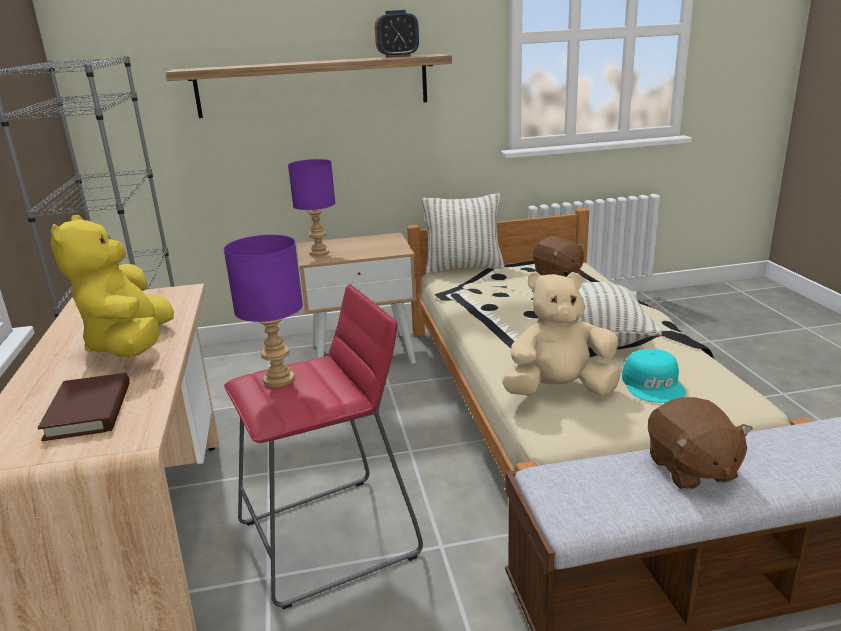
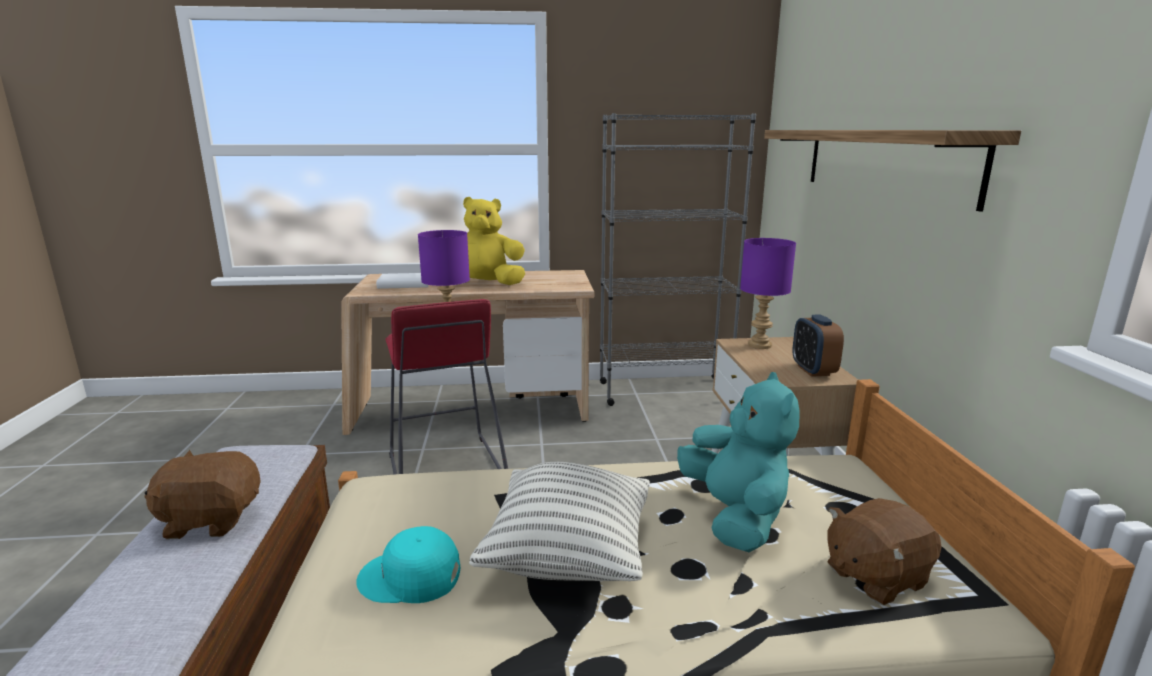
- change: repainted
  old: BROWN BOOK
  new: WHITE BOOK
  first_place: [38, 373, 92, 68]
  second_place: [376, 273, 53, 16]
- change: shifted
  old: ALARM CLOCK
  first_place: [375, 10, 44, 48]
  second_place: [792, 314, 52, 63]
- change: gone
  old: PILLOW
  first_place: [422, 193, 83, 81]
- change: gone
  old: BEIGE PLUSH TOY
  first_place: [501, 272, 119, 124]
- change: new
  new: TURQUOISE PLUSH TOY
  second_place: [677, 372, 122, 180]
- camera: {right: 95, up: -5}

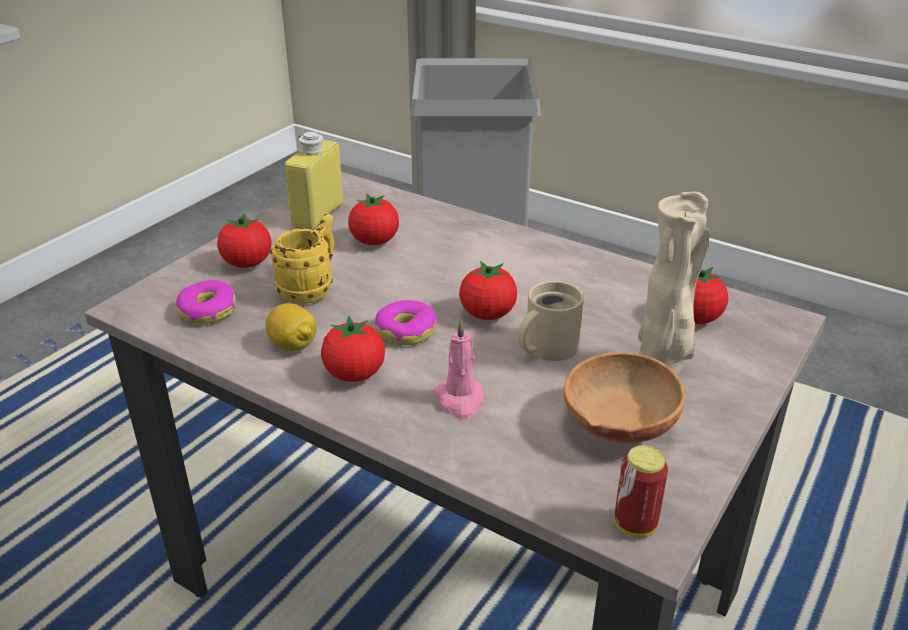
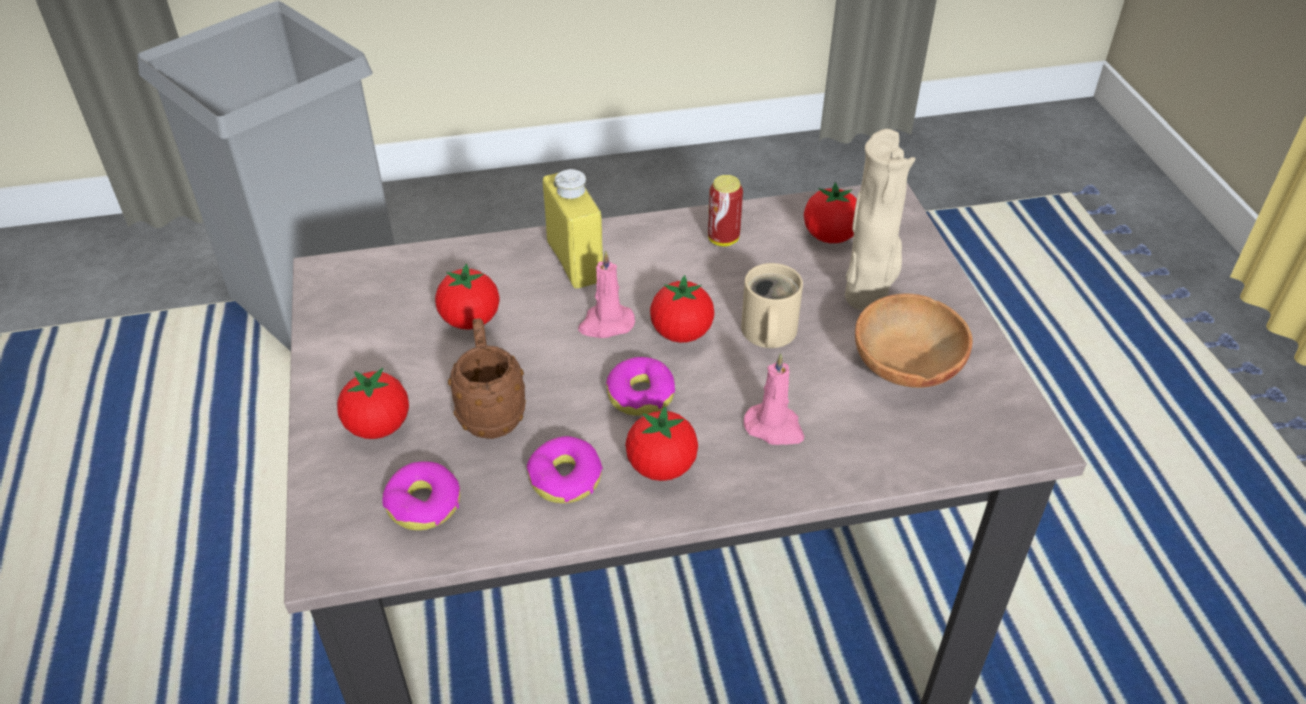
- change: swapped
  old: LEMON
  new: DONUT
  first_place: [265, 303, 51, 48]
  second_place: [527, 436, 76, 67]
- change: repainted
  old: YELLOW MUG
  new: BROWN MUG
  first_place: [270, 214, 64, 90]
  second_place: [448, 318, 78, 121]
- change: shifted
  old: YELLOW BOTTLE
  first_place: [285, 132, 59, 98]
  second_place: [543, 169, 60, 120]
- change: shifted
  old: CAN
  first_place: [615, 445, 53, 92]
  second_place: [708, 175, 35, 71]
- change: new
  new: PINK CANDLE
  second_place: [578, 250, 57, 88]
- camera: {right: -45, up: 10}

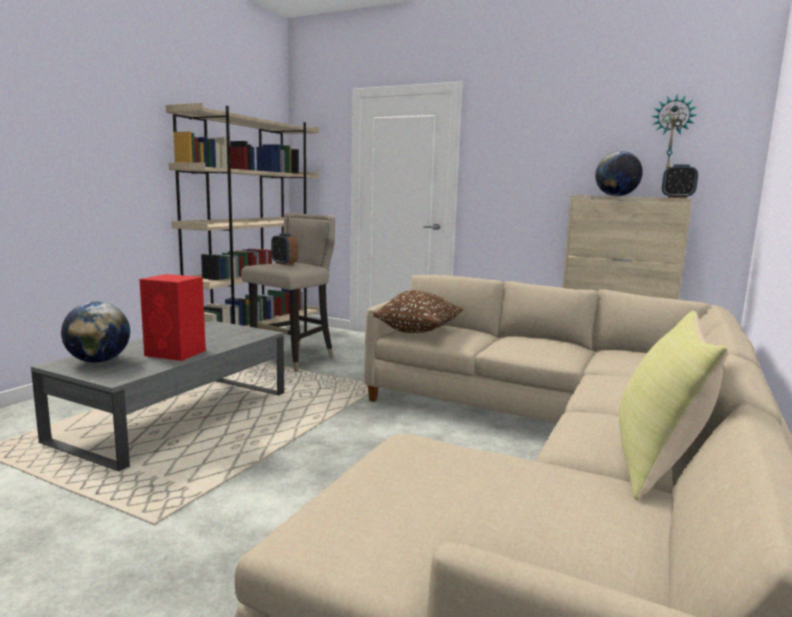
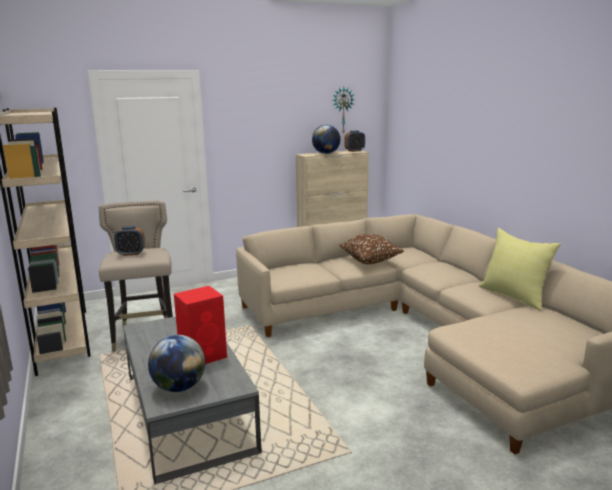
- change: shifted
  old: BROWN PILLOW
  first_place: [372, 290, 91, 43]
  second_place: [339, 234, 65, 30]
- camera: {right: -50, up: 5}

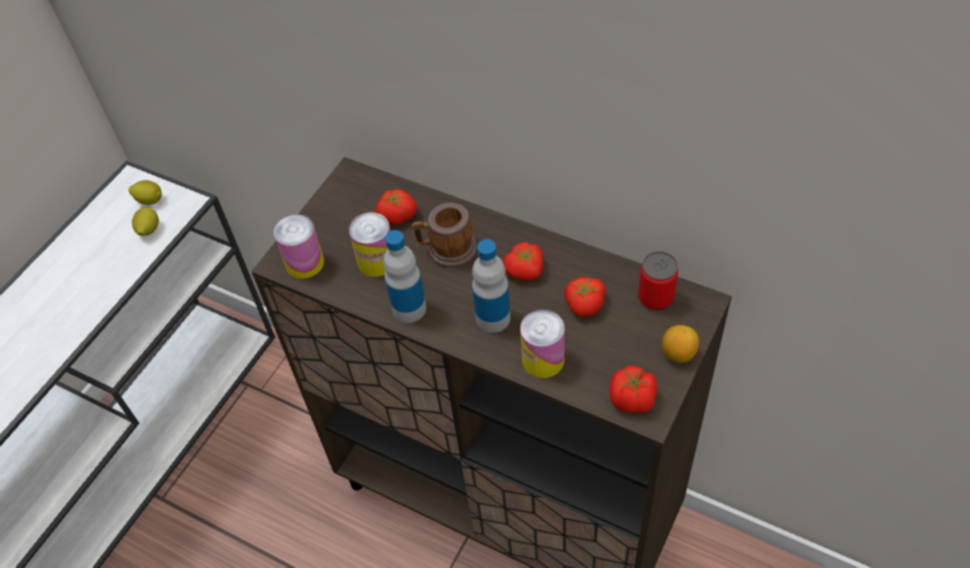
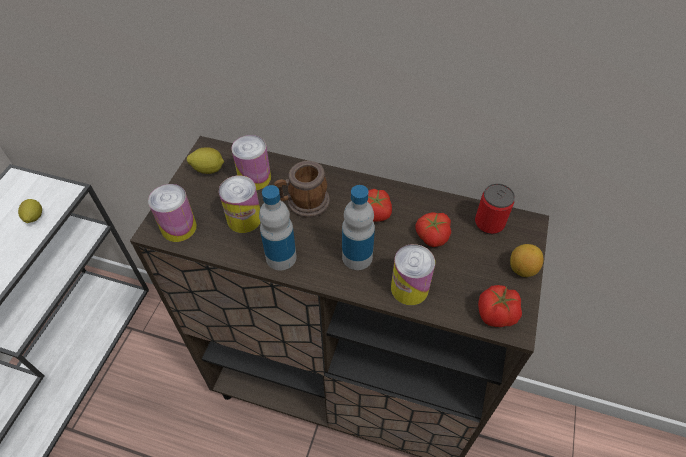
- change: shifted
  old: LEMON
  first_place: [128, 180, 34, 25]
  second_place: [187, 147, 37, 27]
- change: swapped
  old: TOMATO
  new: CAN
  first_place: [375, 189, 42, 36]
  second_place: [231, 135, 40, 55]
- camera: {right: -15, up: 0}

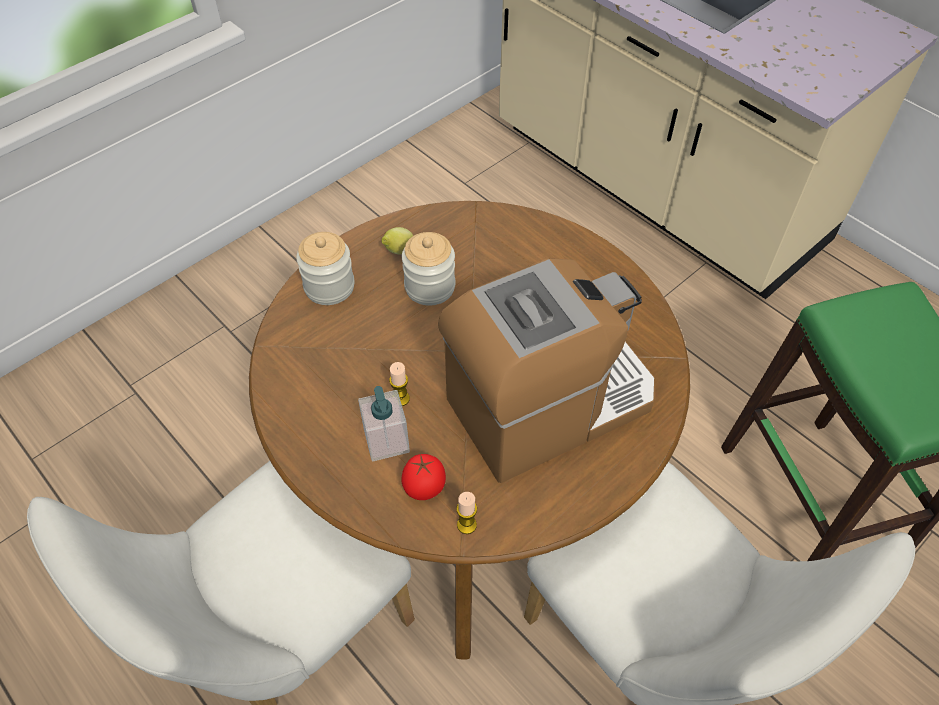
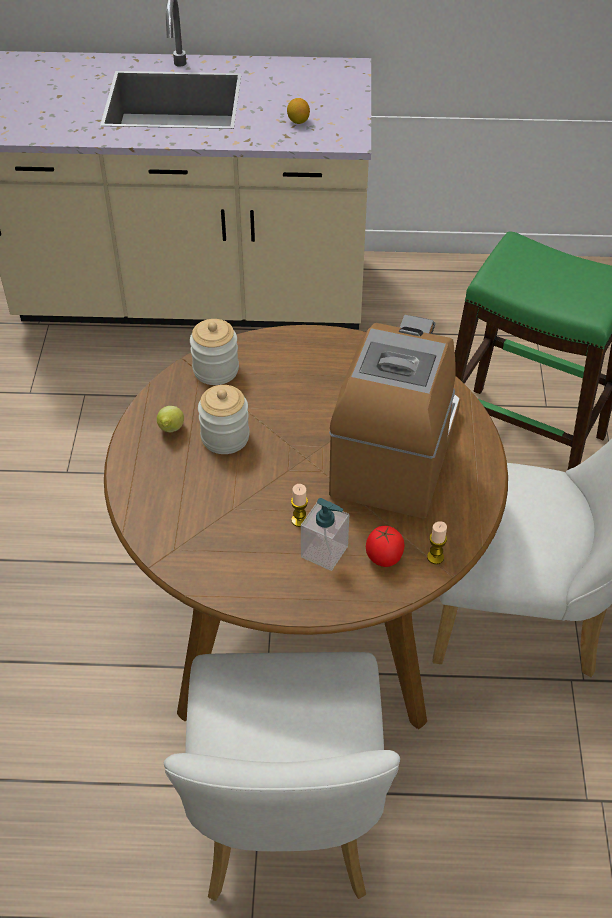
- change: shifted
  old: JAR
  first_place: [296, 232, 59, 73]
  second_place: [190, 319, 49, 66]
- change: new
  new: LEMON
  second_place: [287, 98, 23, 26]
- camera: {right: -45, up: -5}

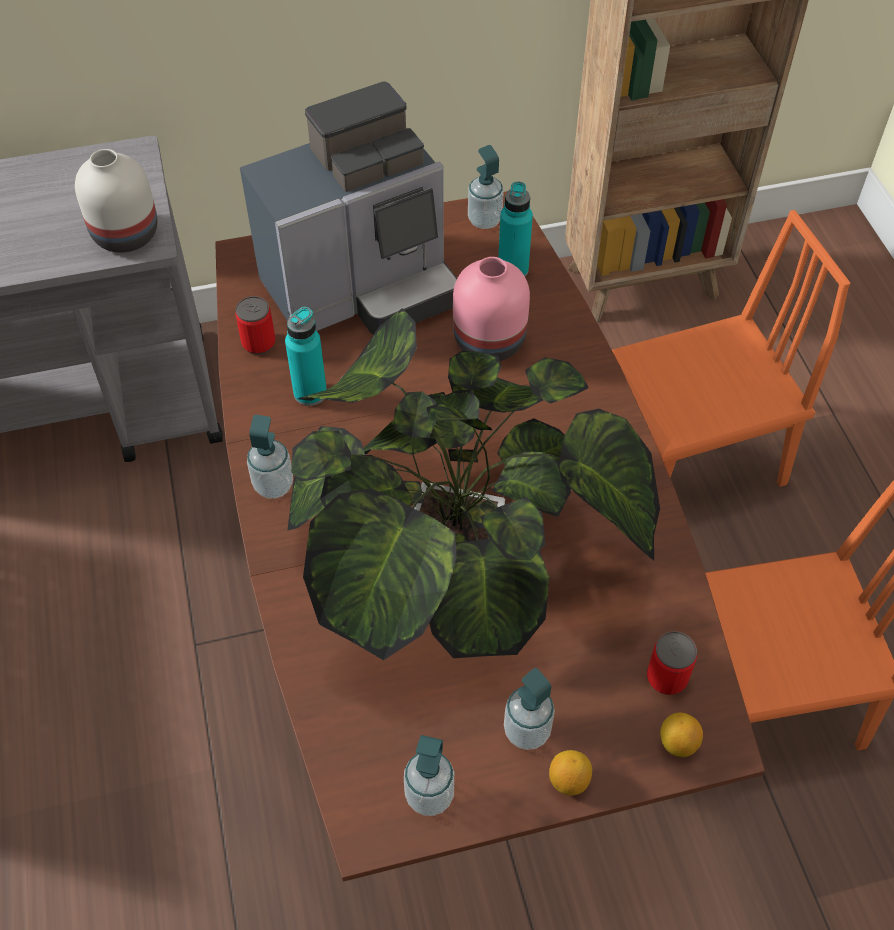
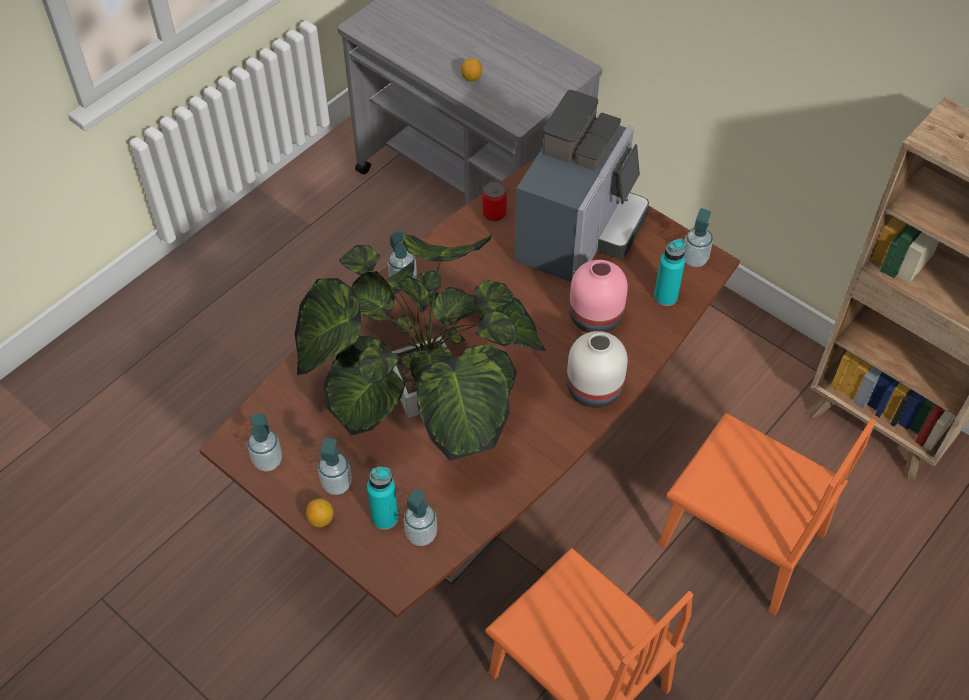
- change: shifted
  old: WHITE VASE
  first_place: [75, 149, 83, 104]
  second_place: [567, 331, 61, 77]
- change: rotated
  old: COFFEE MACHINE
  first_place: [240, 81, 217, 254]
  second_place: [514, 90, 135, 192]
  degrees: -90
- change: shifted
  old: TURQUOISE BOTTLE
  first_place: [285, 307, 42, 99]
  second_place: [367, 467, 32, 63]
- change: swapped
  old: CAN
  new: SOAP DISPENSER
  first_place: [647, 631, 50, 64]
  second_place: [404, 488, 33, 58]
- change: shifted
  old: LEMON
  first_place: [660, 712, 43, 45]
  second_place: [461, 58, 21, 24]
- camera: {right: 55, up: 0}

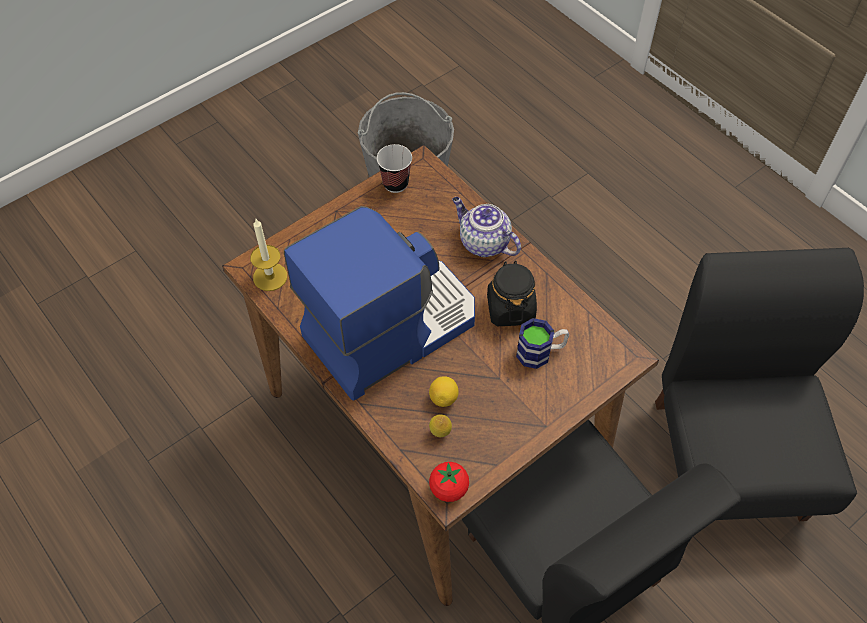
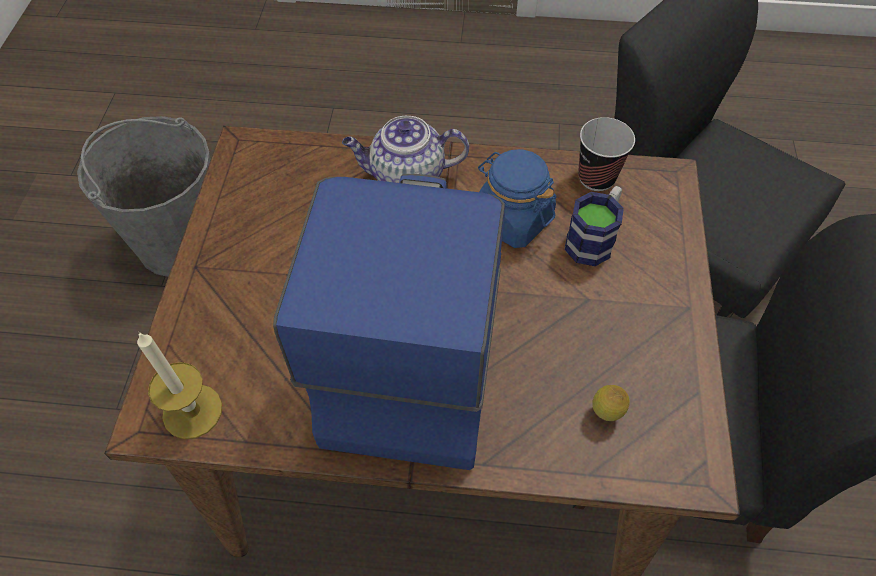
- change: shifted
  old: CUP
  first_place: [377, 144, 35, 49]
  second_place: [578, 117, 57, 74]
- change: gone
  old: LEMON
  first_place: [429, 376, 30, 31]
- change: gone
  old: TOMATO
  first_place: [429, 462, 40, 40]
- change: repainted
  old: BLACK JAR
  new: BLUE JAR
  first_place: [487, 261, 50, 65]
  second_place: [478, 149, 78, 99]
- camera: {right: -45, up: 0}

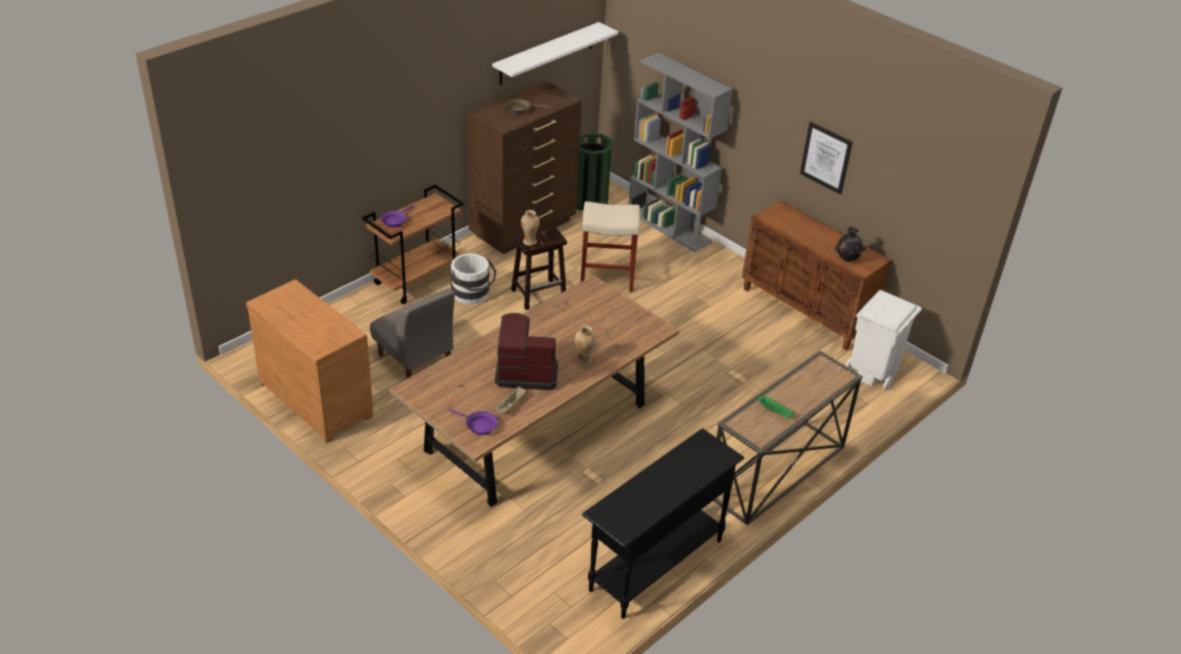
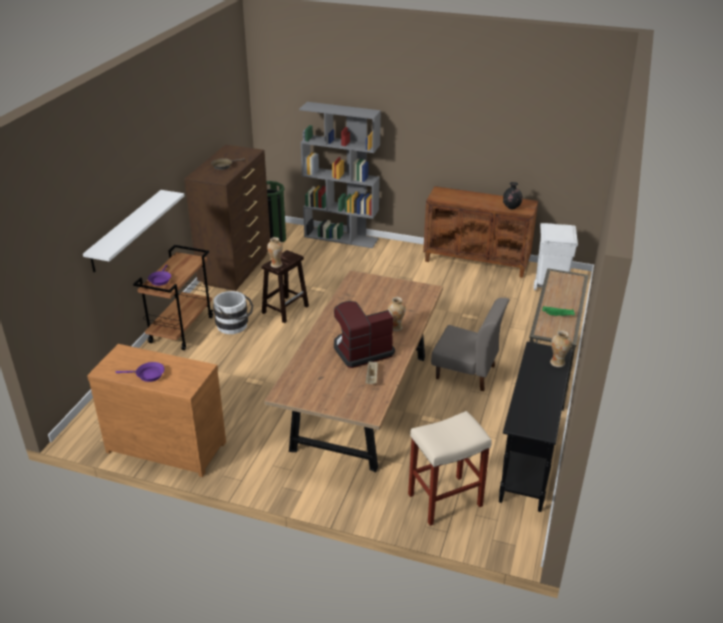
- change: shifted
  old: GREY CHAIR
  first_place: [370, 288, 85, 91]
  second_place: [431, 298, 79, 93]
- change: shifted
  old: PURPLE FRYING PAN
  first_place: [449, 409, 49, 26]
  second_place: [116, 362, 48, 20]
- change: shifted
  old: WHITE SHELF
  first_place: [492, 22, 126, 63]
  second_place: [83, 190, 102, 82]
- change: shifted
  old: BEIGE STOOL
  first_place: [581, 201, 59, 91]
  second_place: [408, 411, 84, 115]
- change: gone
  old: PICTURE
  first_place: [800, 122, 53, 72]
- change: new
  new: VASE
  second_place: [550, 330, 22, 37]
- camera: {right: -25, up: -5}

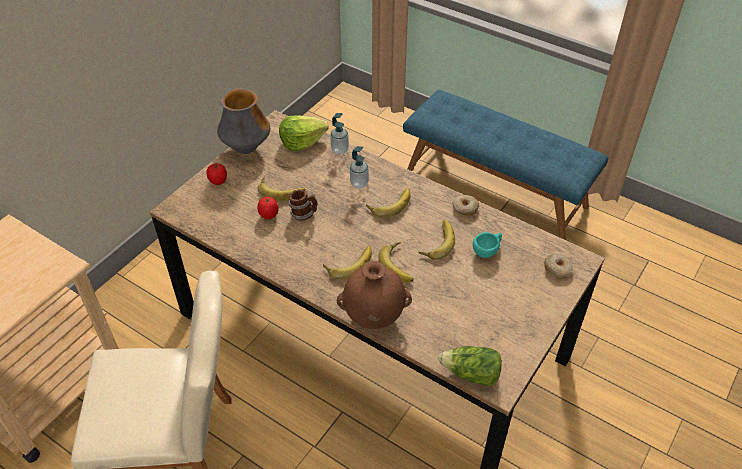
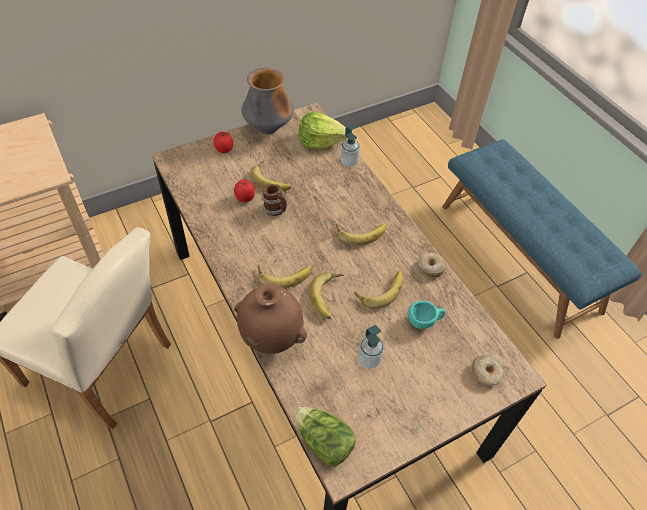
- change: shifted
  old: SOAP DISPENSER
  first_place: [350, 146, 19, 43]
  second_place: [358, 325, 26, 44]
- camera: {right: 25, up: 5}

